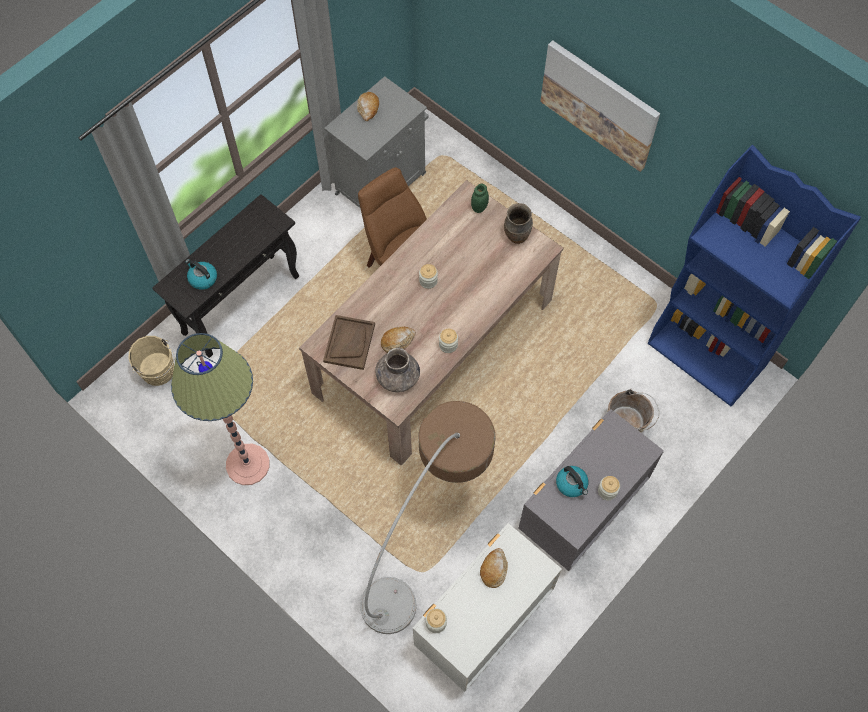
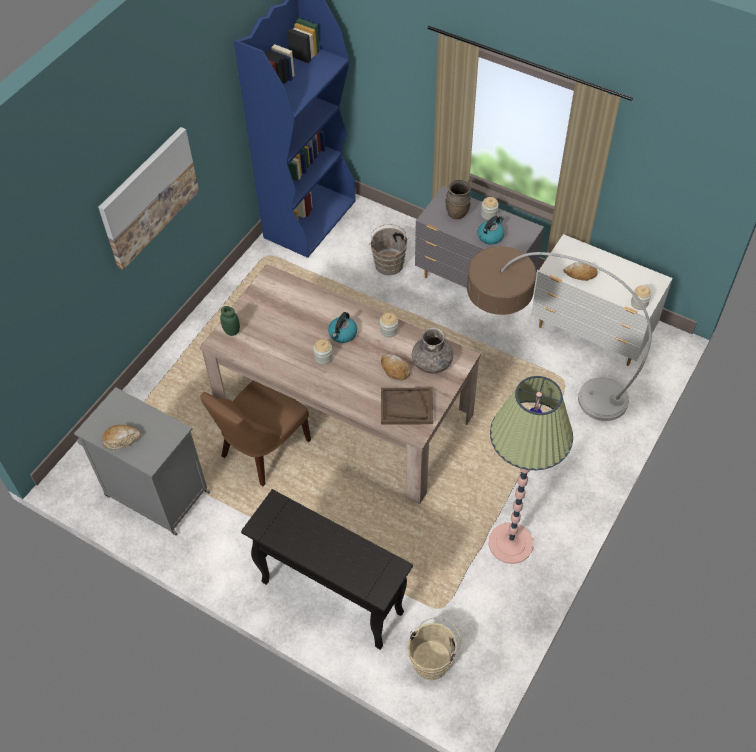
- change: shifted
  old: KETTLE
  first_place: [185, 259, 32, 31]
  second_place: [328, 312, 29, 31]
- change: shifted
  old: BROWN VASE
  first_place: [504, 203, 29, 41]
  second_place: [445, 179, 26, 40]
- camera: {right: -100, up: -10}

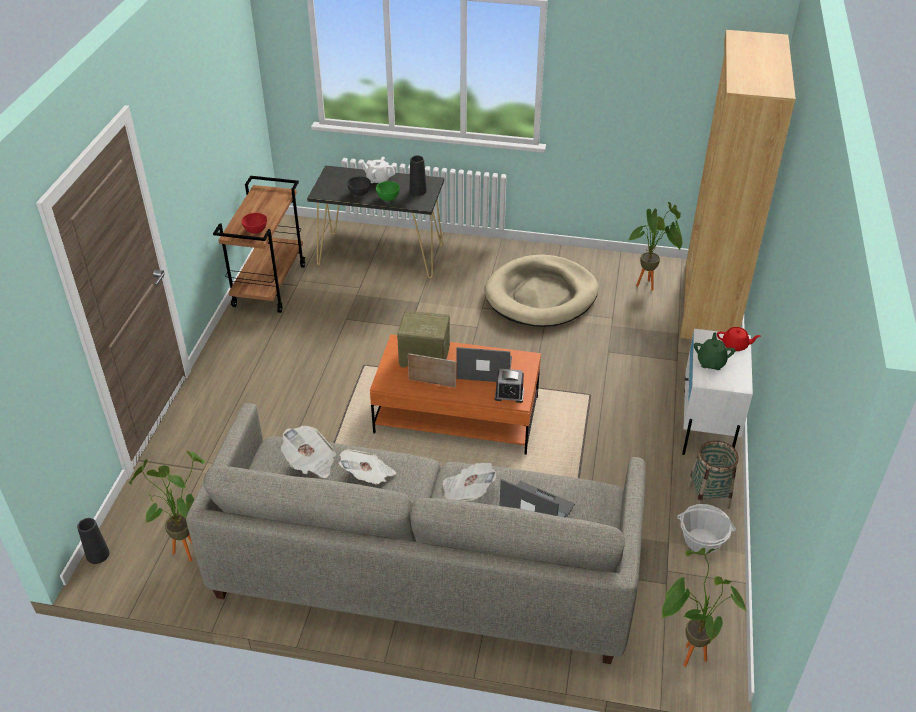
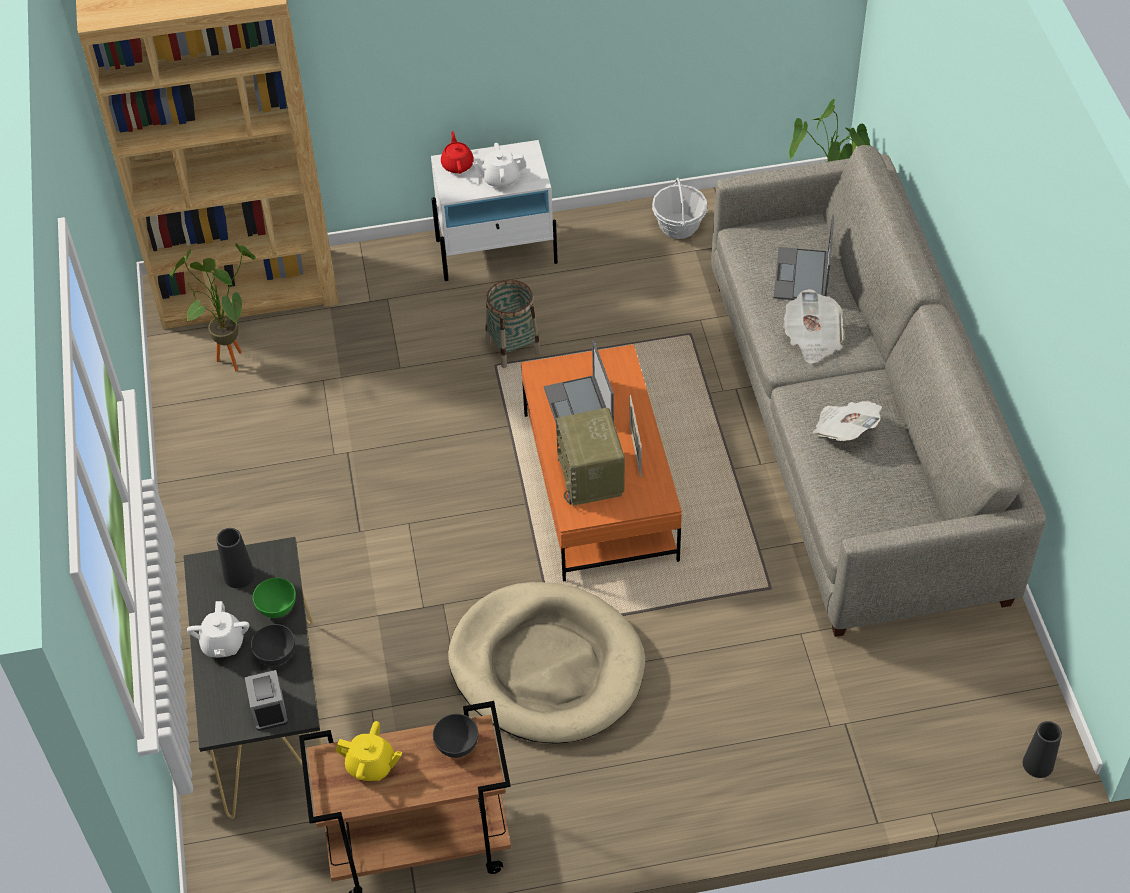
- change: gone
  old: POTTED PLANT
  first_place: [129, 451, 76, 110]
- change: repainted
  old: RED BOWL
  new: GREY BOWL
  first_place: [242, 213, 25, 21]
  second_place: [433, 714, 45, 44]
- change: gone
  old: NEWSPAPER
  first_place: [281, 426, 55, 52]
- change: shifted
  old: BEIGE DOG BED
  first_place: [485, 255, 113, 72]
  second_place: [448, 582, 197, 162]
- change: shifted
  old: ALARM CLOCK
  first_place: [495, 369, 29, 34]
  second_place: [245, 670, 43, 61]
- change: shifted
  old: BASKET
  first_place: [687, 440, 52, 69]
  second_place: [486, 280, 55, 88]
- change: repainted
  old: GREEN TEAPOT
  new: WHITE TEAPOT
  first_place: [694, 332, 42, 38]
  second_place: [473, 143, 54, 45]
- change: new
  new: YELLOW TEAPOT
  second_place: [336, 721, 66, 60]
- camera: {right: -110, up: 10}

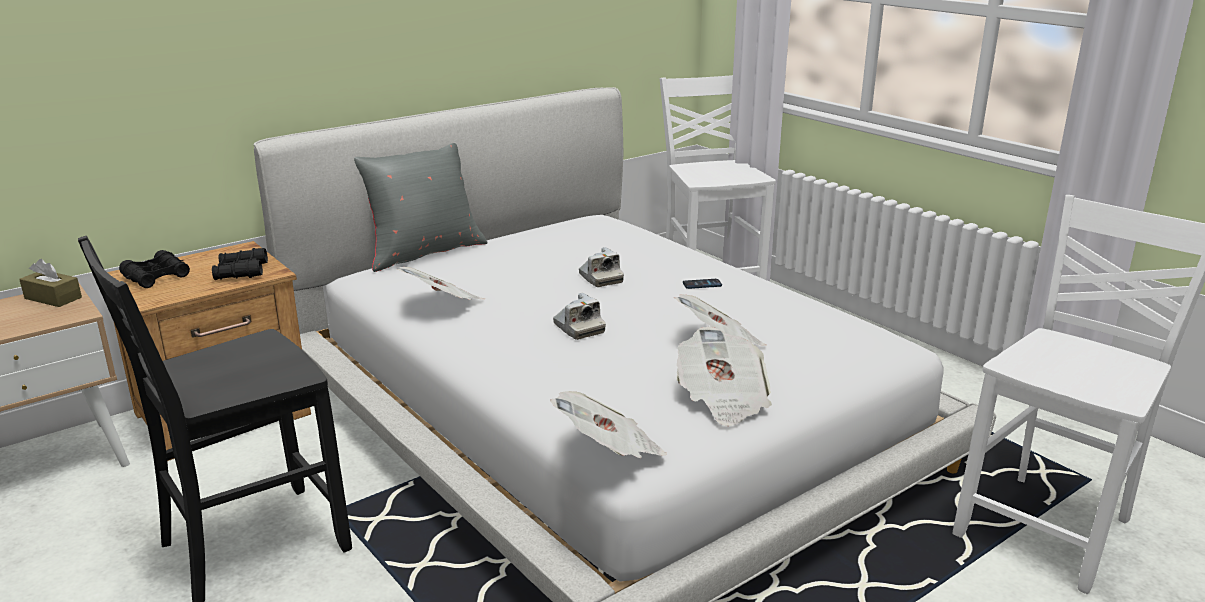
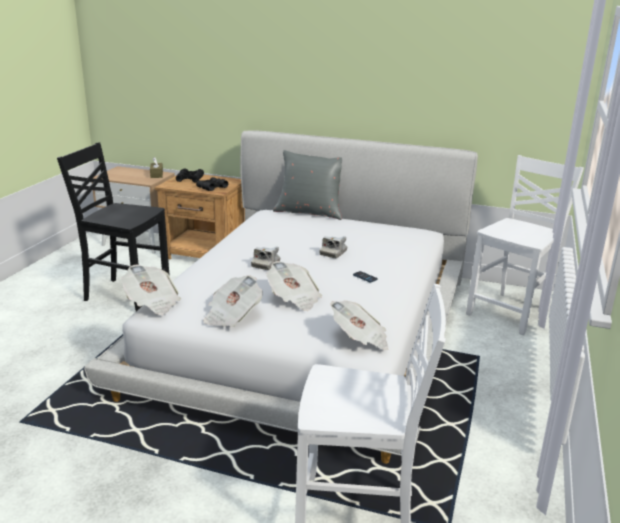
- change: shifted
  old: NEWSPAPER
  first_place: [397, 267, 88, 33]
  second_place: [330, 301, 58, 49]
- camera: {right: 55, up: 0}

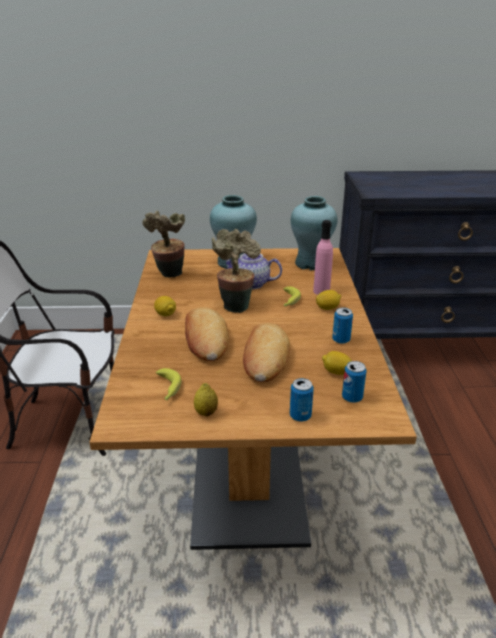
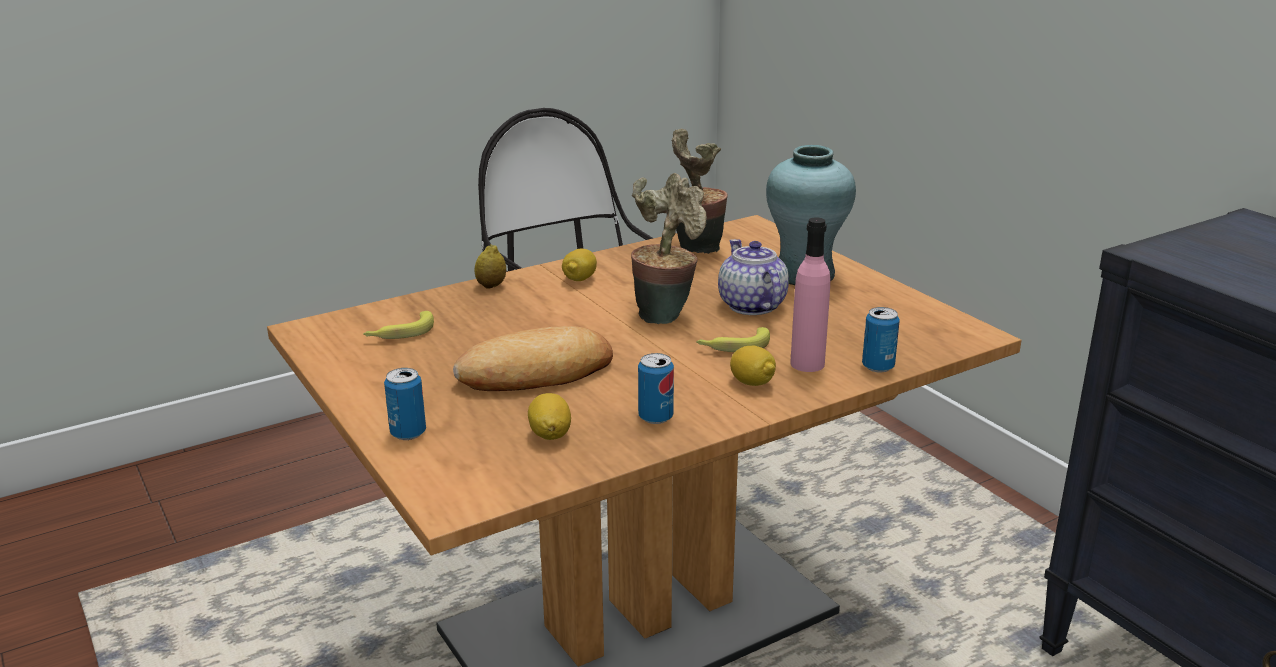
- change: gone
  old: BREAD
  first_place: [185, 307, 44, 54]
- change: shifted
  old: LEMON
  first_place: [194, 383, 24, 33]
  second_place: [474, 244, 32, 44]
- change: gone
  old: TURQUOISE VASE
  first_place: [291, 196, 47, 74]
- change: shifted
  old: CAN
  first_place: [342, 361, 25, 42]
  second_place: [862, 307, 38, 65]
- camera: {right: 60, up: -5}

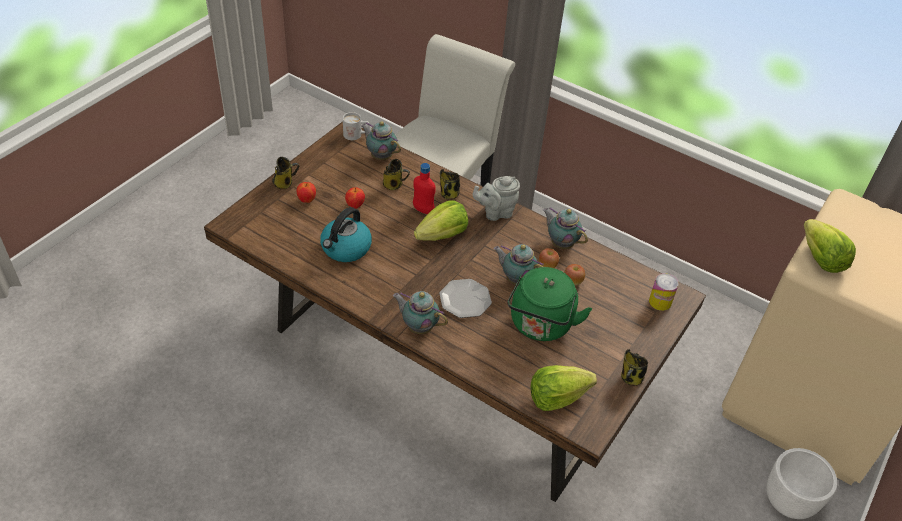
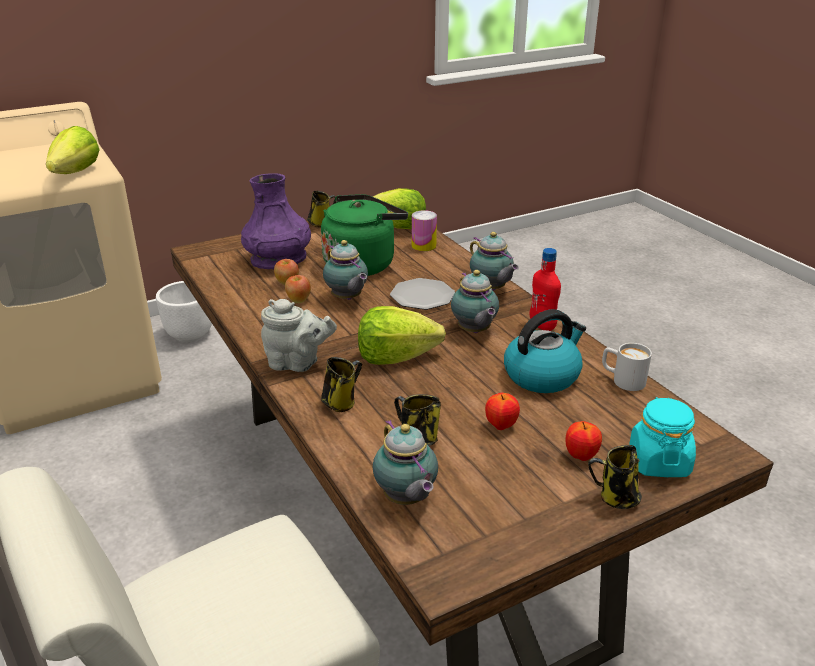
- change: shifted
  old: WHITE MUG
  first_place: [343, 112, 27, 28]
  second_place: [602, 343, 50, 48]
- change: shifted
  old: RED BOTTLE
  first_place: [413, 163, 23, 51]
  second_place: [530, 248, 31, 83]
- change: shifted
  old: TEAPOT
  first_place: [543, 207, 45, 42]
  second_place: [451, 270, 48, 63]
- change: shifted
  old: CAN
  first_place: [649, 273, 30, 38]
  second_place: [412, 210, 25, 41]
- change: new
  new: PURPLE VASE
  second_place: [241, 173, 70, 96]
- change: new
  new: TURQUOISE JAR
  second_place: [629, 397, 67, 80]
- camera: {right: -150, up: -15}

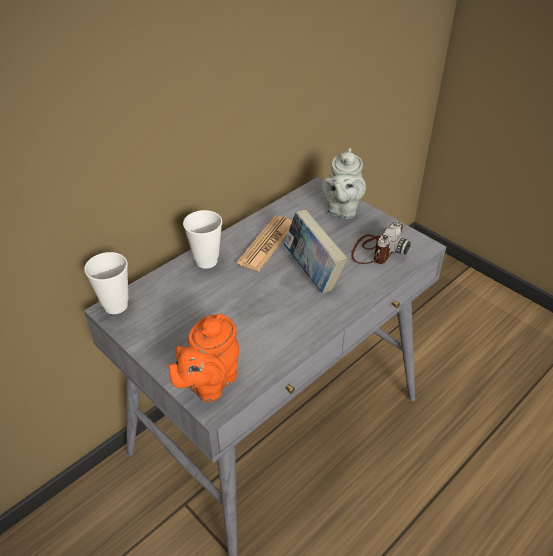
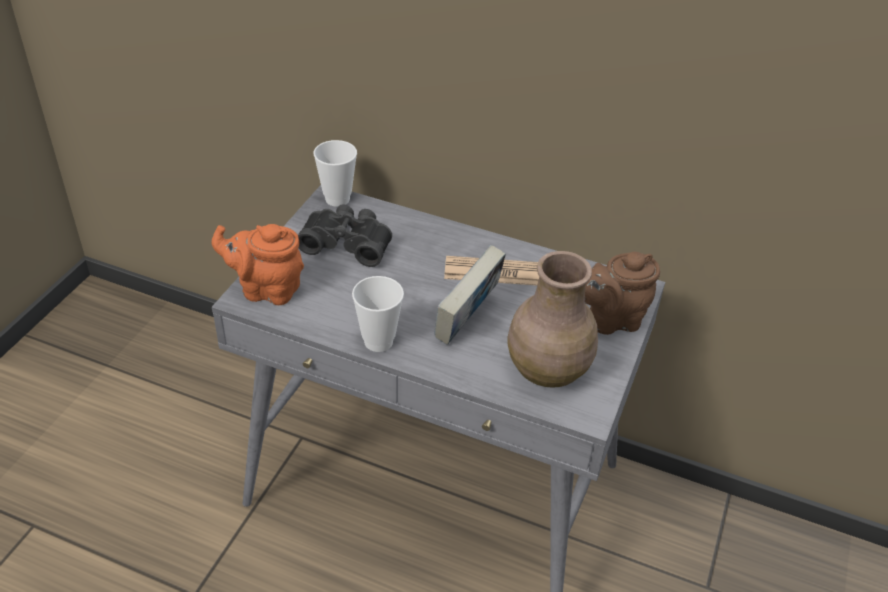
- change: shifted
  old: CUP
  first_place: [183, 210, 39, 59]
  second_place: [352, 276, 52, 76]
- change: repainted
  old: GREY TEAPOT
  new: BROWN TEAPOT
  first_place: [322, 148, 44, 71]
  second_place: [585, 252, 75, 83]
- change: swapped
  old: PHOTO CAMERA
  new: BROWN VASE
  first_place: [351, 221, 60, 43]
  second_place: [507, 251, 91, 137]
- change: new
  new: BLACK BINOCULARS
  second_place: [298, 204, 94, 63]
- camera: {right: 65, up: 0}

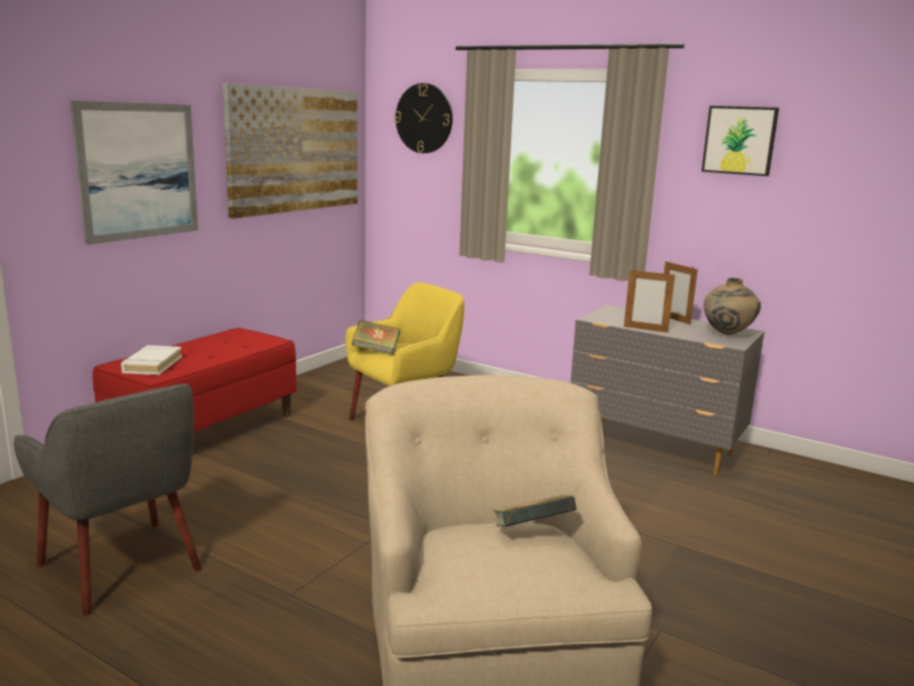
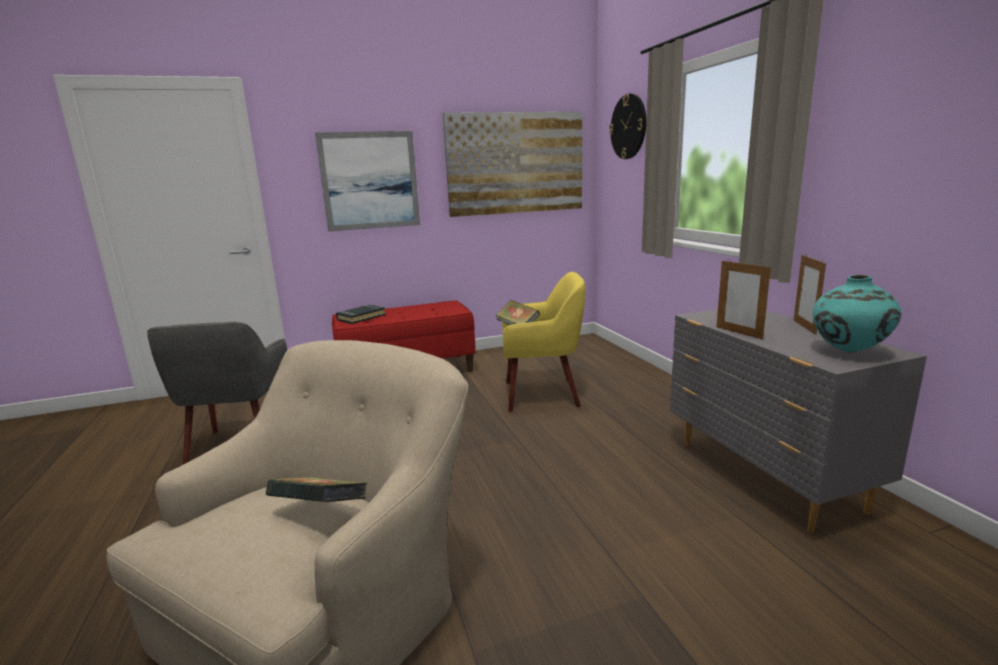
- change: repainted
  old: WHITE BOOK
  new: BLACK BOOK
  first_place: [121, 345, 61, 30]
  second_place: [336, 304, 50, 20]
- change: gone
  old: PICTURE
  first_place: [701, 106, 78, 70]
- change: repainted
  old: BEIGE VASE
  new: TURQUOISE VASE
  first_place: [704, 278, 57, 57]
  second_place: [813, 275, 88, 78]
- camera: {right: 40, up: 0}

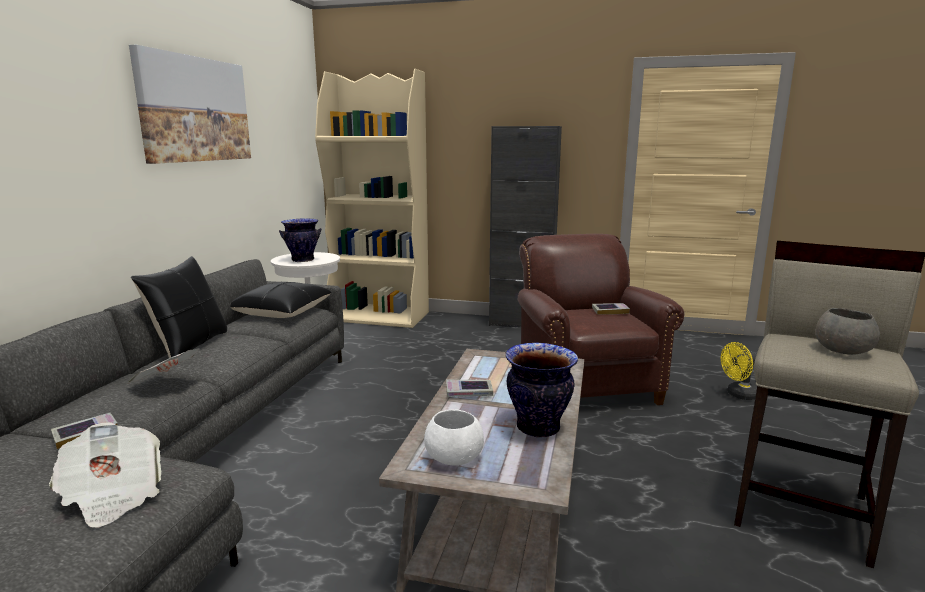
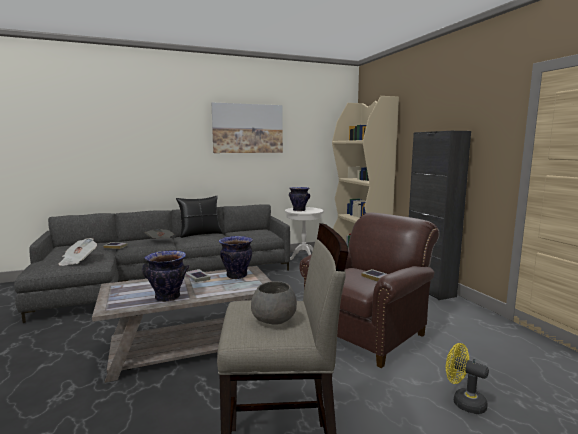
- change: gone
  old: BLACK PILLOW
  first_place: [230, 282, 102, 36]
- change: gone
  old: WHITE BOWL
  first_place: [424, 410, 60, 56]
- change: new
  new: VASE
  second_place: [219, 236, 34, 43]
- camera: {right: 55, up: -5}

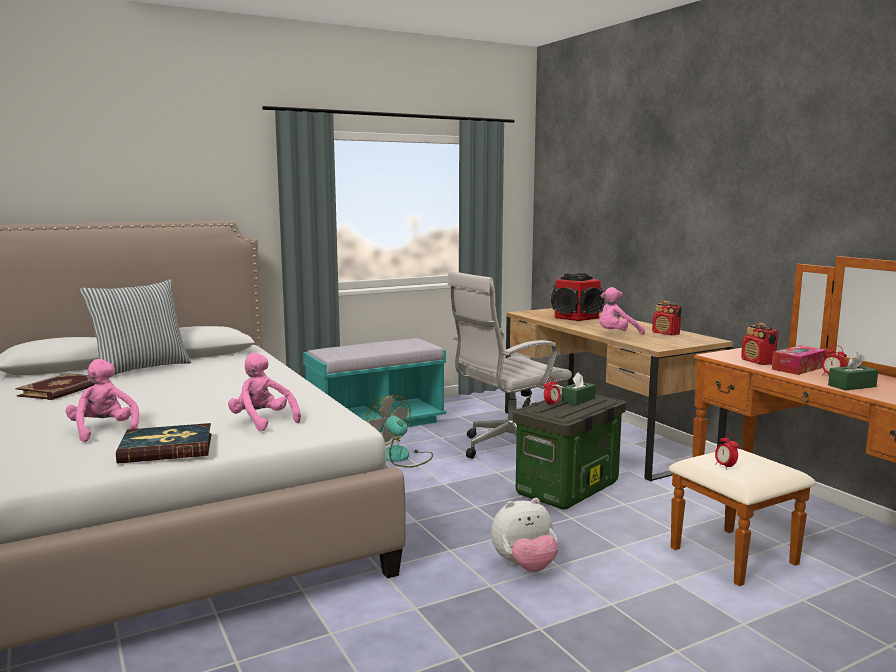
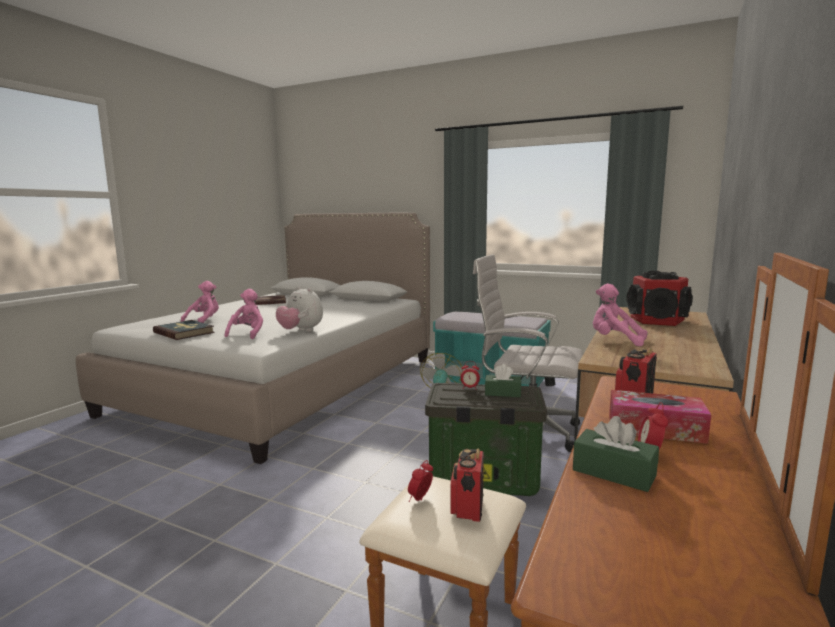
- change: gone
  old: PILLOW
  first_place: [80, 279, 112, 96]
- change: shifted
  old: PLUSH TOY
  first_place: [491, 498, 67, 74]
  second_place: [276, 287, 47, 45]
- change: shifted
  old: RADIO
  first_place: [652, 301, 30, 35]
  second_place: [450, 449, 34, 73]
- camera: {right: 55, up: 0}

